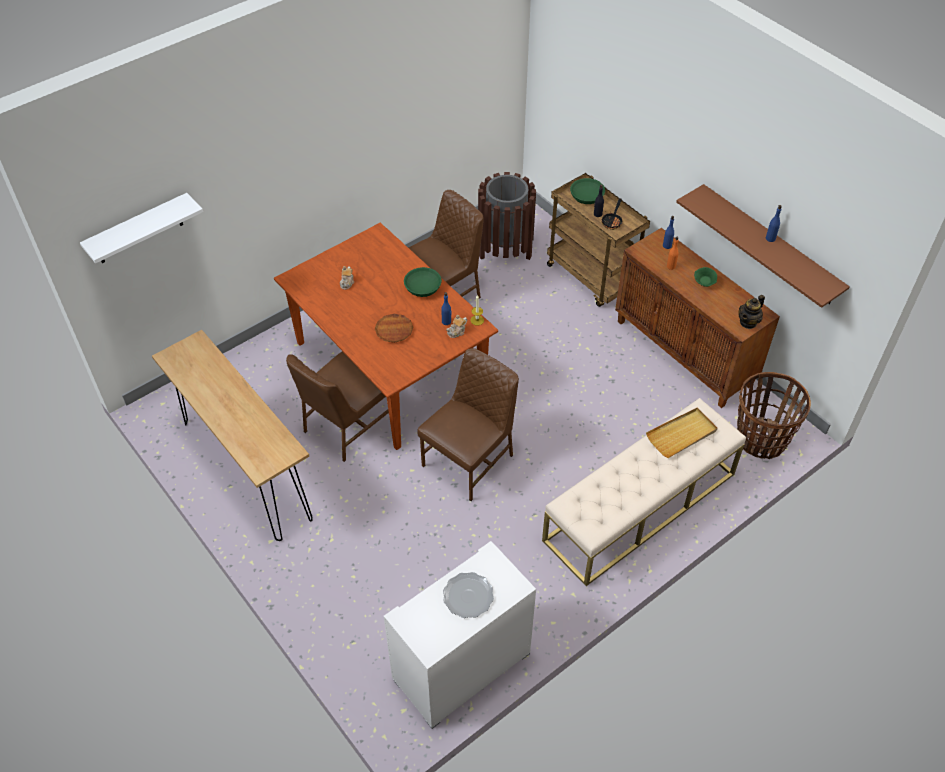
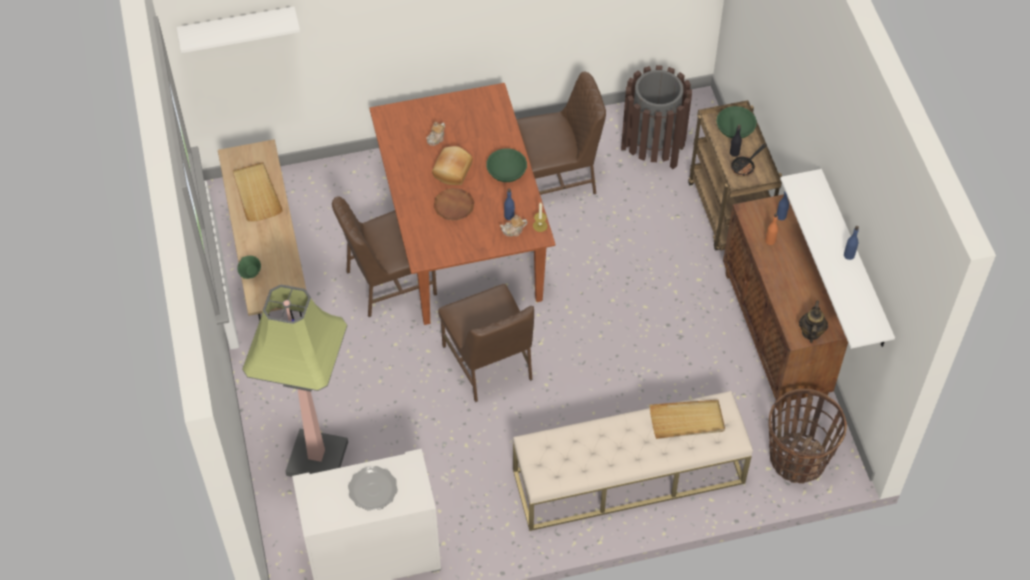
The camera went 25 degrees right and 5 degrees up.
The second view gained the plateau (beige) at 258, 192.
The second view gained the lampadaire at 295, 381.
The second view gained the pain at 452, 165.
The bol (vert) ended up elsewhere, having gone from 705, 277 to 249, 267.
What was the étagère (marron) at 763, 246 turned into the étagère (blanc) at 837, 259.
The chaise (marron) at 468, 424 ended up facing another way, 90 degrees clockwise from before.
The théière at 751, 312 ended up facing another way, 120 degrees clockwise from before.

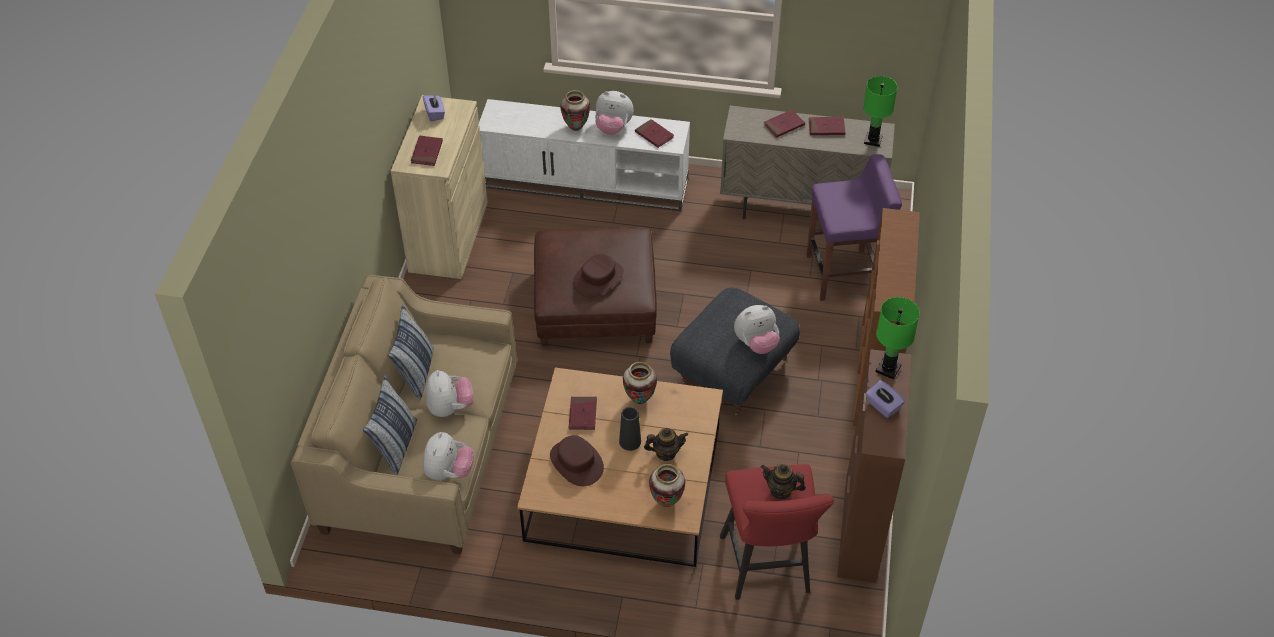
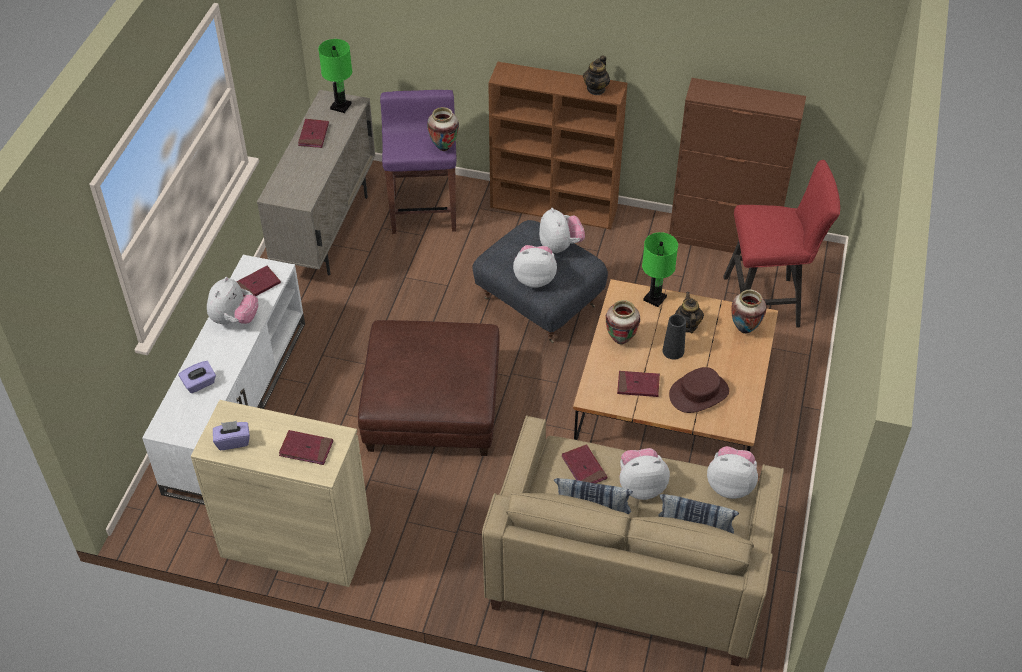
The camera went 85 degrees left and 0 degrees up.
The second view lost the chapeau (marron) at 598, 275.
The second view gained the peluche at 535, 266.
The vase ended up elsewhere, having gone from 575, 110 to 443, 129.
The théière ended up elsewhere, having gone from 783, 481 to 596, 75.
The livre (rouge) ended up elsewhere, having gone from 784, 124 to 584, 463.
The boîte à mouchoirs (violet) ended up elsewhere, having gone from 885, 399 to 197, 377.
The lampe de table (vert) ended up elsewhere, having gone from 898, 338 to 660, 269.

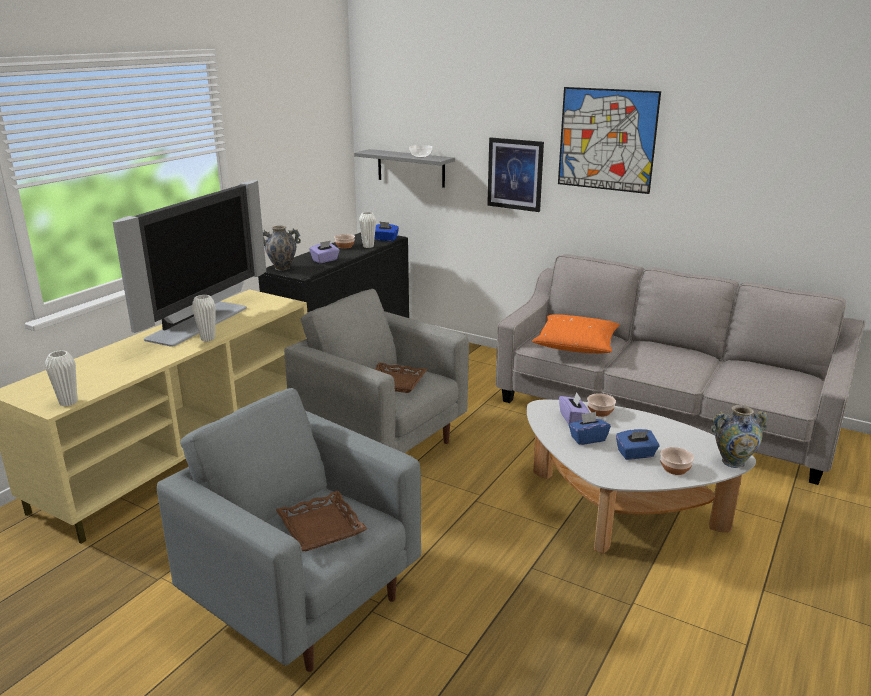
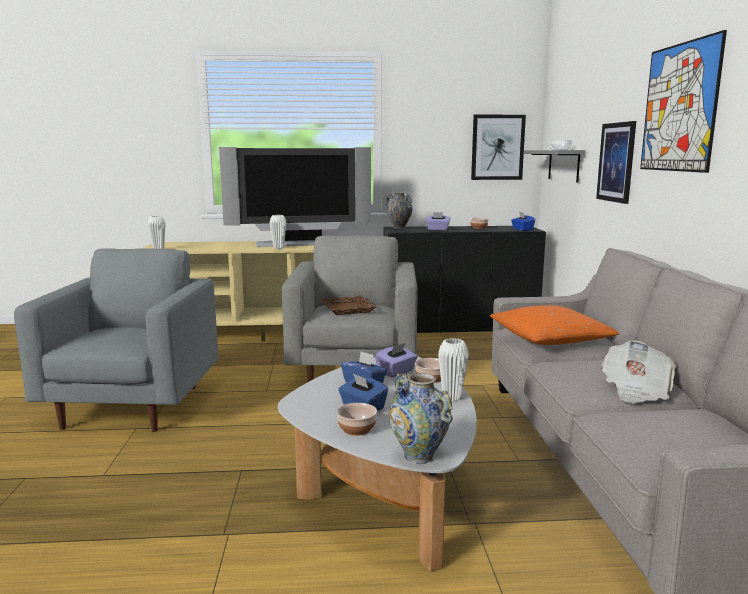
The camera went 55 degrees right and 10 degrees down.
The second view lost the plateau (marron) at 321, 521.
The second view gained the tableau at 498, 147.
The second view gained the journal at 638, 371.
The vase (blanc) ended up elsewhere, having gone from 367, 230 to 453, 369.

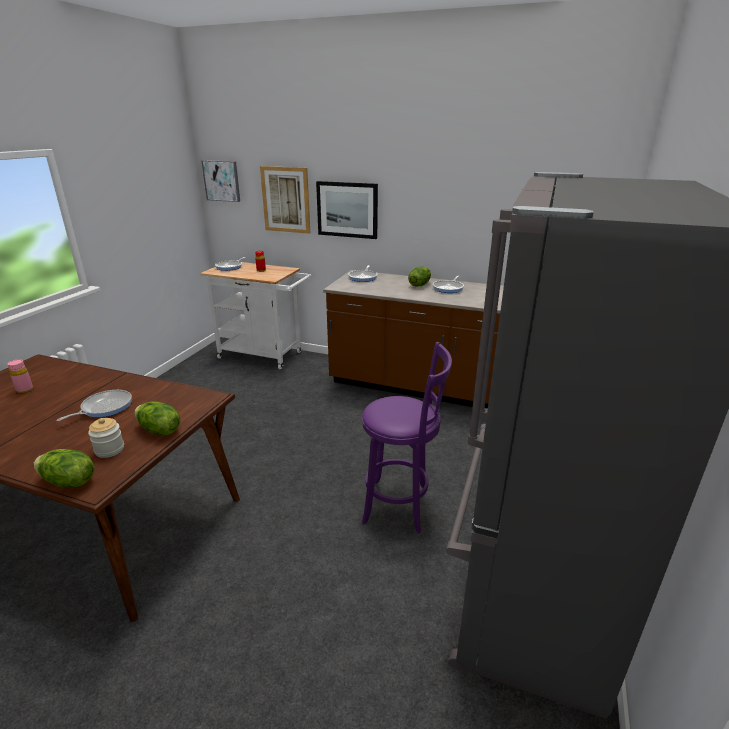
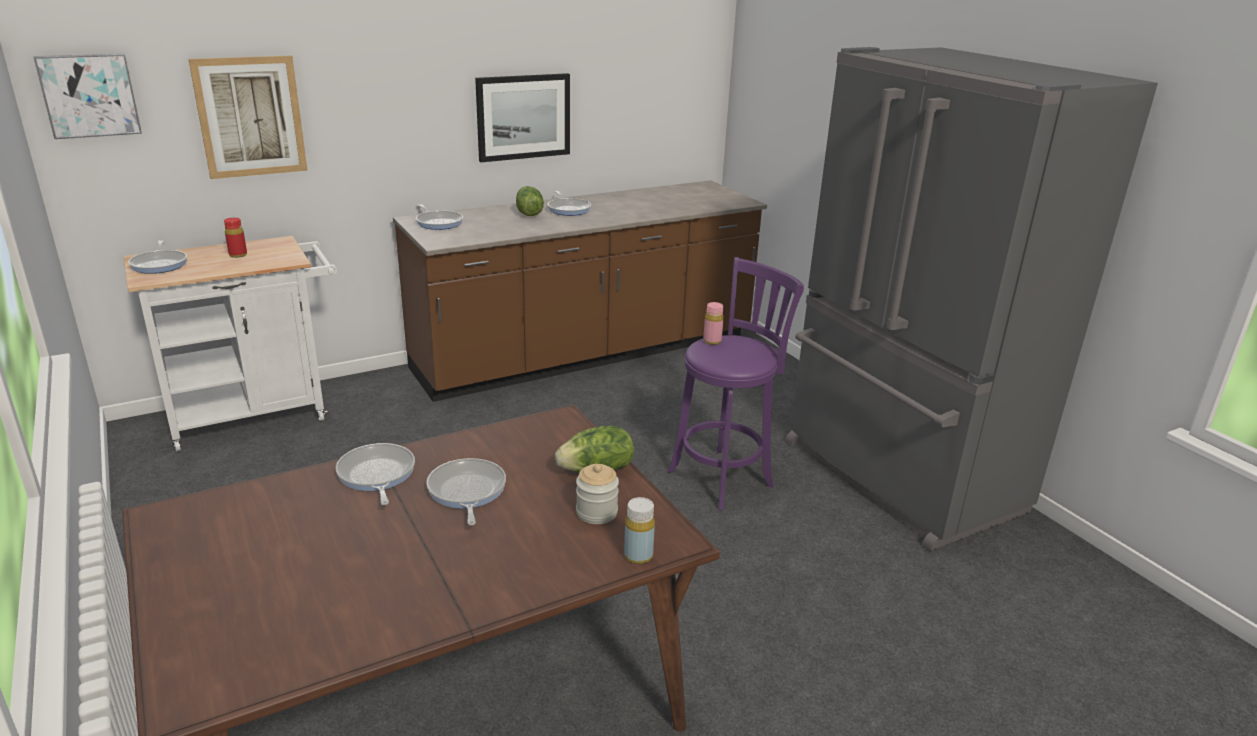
The camera went 50 degrees left and 0 degrees up.
The second view gained the poêle at 375, 474.
The bouteille (rose) ended up elsewhere, having gone from 20, 376 to 713, 323.
The tableau ended up elsewhere, having gone from 347, 210 to 522, 117.
Where the laitue stood at 64, 468, the bouteille (jaune) came to stand at 639, 530.

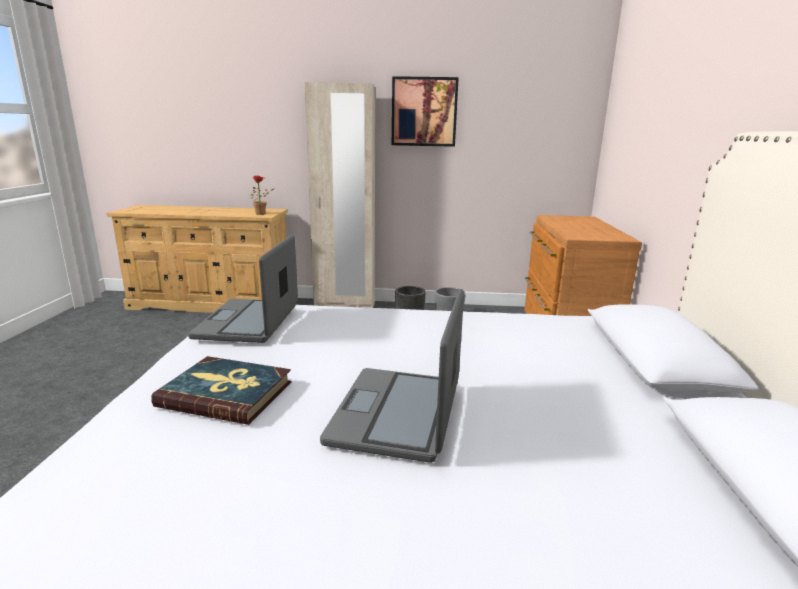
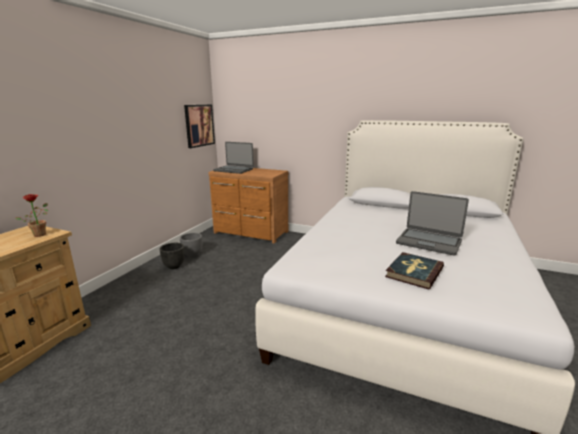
The camera went 70 degrees left and 0 degrees up.
The second view lost the armoire (beige) at 340, 195.
The ordinateur portable ended up elsewhere, having gone from 243, 289 to 233, 158.
The tableau ended up elsewhere, having gone from 425, 111 to 199, 126.

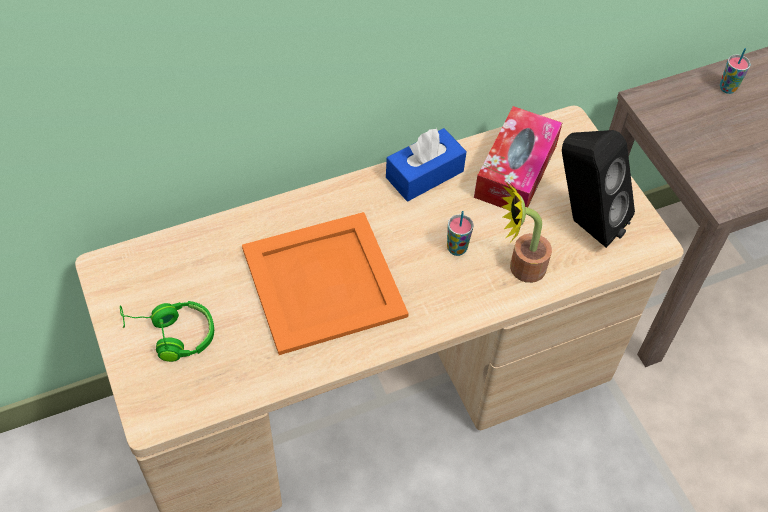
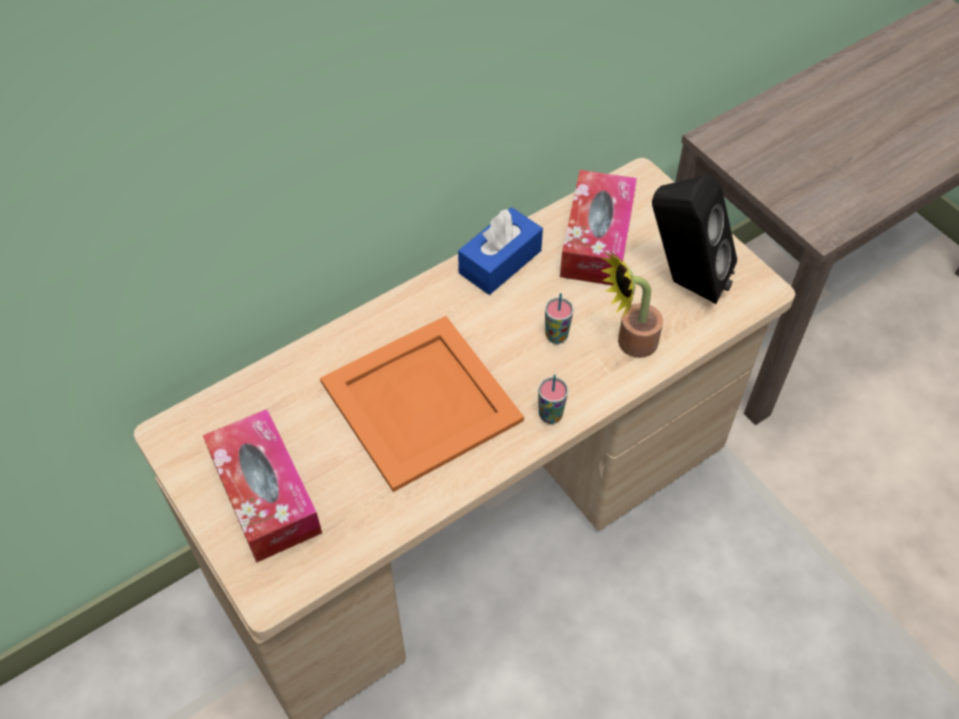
The camera went 10 degrees left and 0 degrees up.
The tasse ended up elsewhere, having gone from 735, 71 to 553, 399.
Where the casque audio (vert) stood at 167, 331, the boîte à mouchoirs came to stand at 262, 486.

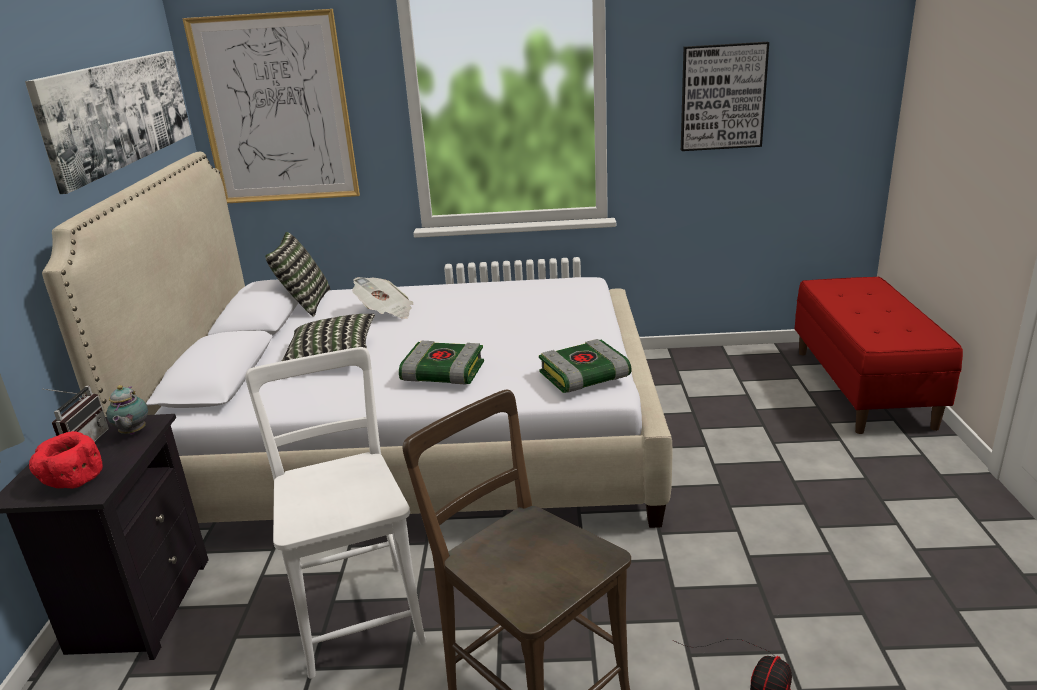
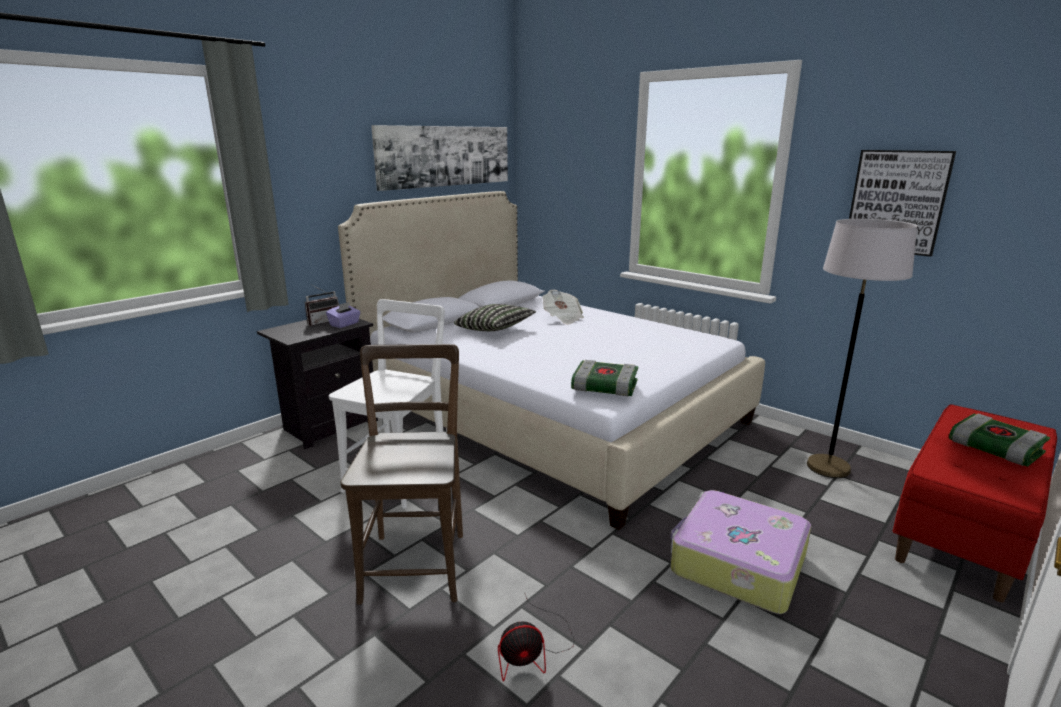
The camera went 40 degrees right and 5 degrees down.
The second view lost the bol (rouge) at 66, 460.
The second view lost the tableau at 271, 106.
The second view lost the coussin at 297, 274.
The second view gained the valise at 740, 552.
The second view gained the lampadaire (gris) at 862, 348.
The livre ended up elsewhere, having gone from 441, 363 to 999, 440.
Where the théière stood at 127, 410, the boîte à mouchoirs (violet) came to stand at 343, 315.

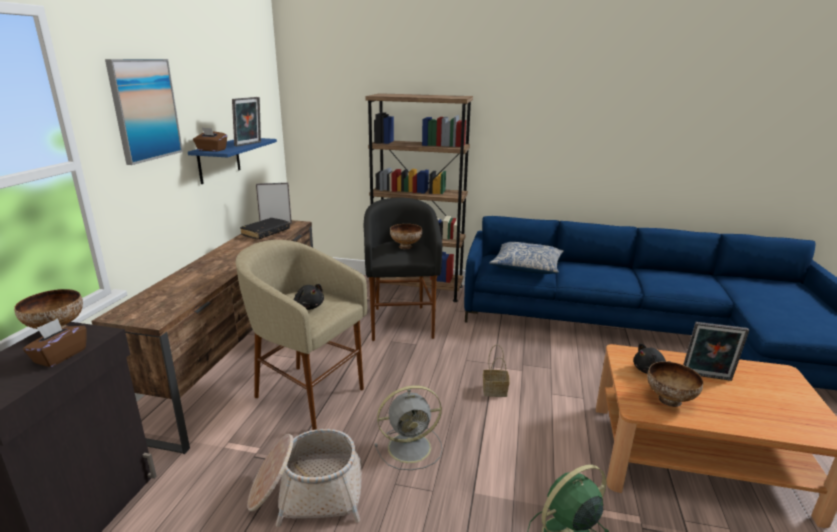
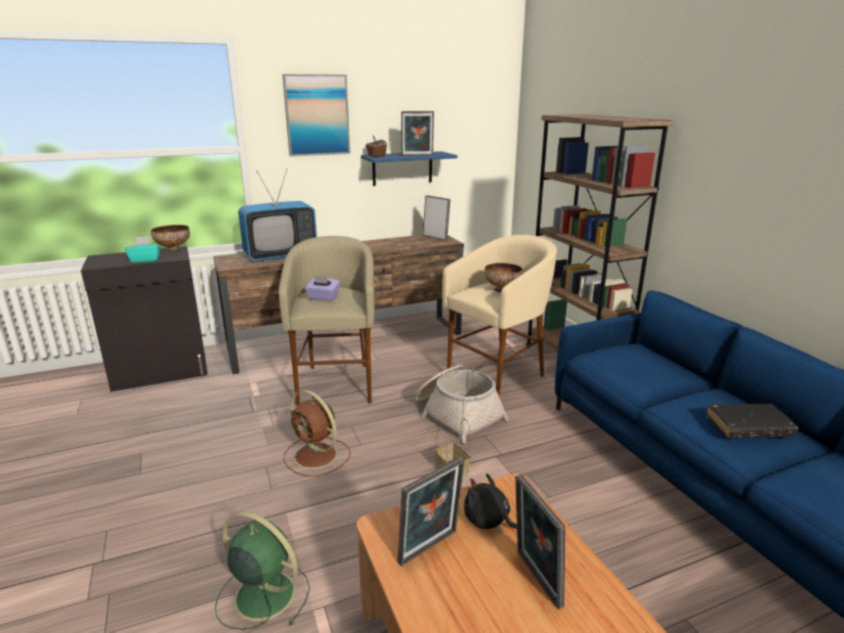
The camera went 55 degrees right and 0 degrees up.
The second view lost the coussin at 526, 258.
The second view gained the téléviseur at 277, 215.
The livre (noir) ended up elsewhere, having gone from 265, 228 to 752, 421.
The panier ended up elsewhere, having gone from 304, 478 to 461, 404.
Where the peluche (noir) stood at 309, 297, the boîte à mouchoirs (violet) came to stand at 322, 288.
Where the bol stood at 675, 384, the cadre photo came to stand at 431, 511.
What was the boîte à mouchoirs (marron) at 54, 343 turned into the boîte à mouchoirs (turquoise) at 143, 249.
What was the tabouret (noir) at 403, 269 turned into the tabouret (beige) at 499, 315.
What was the ventilateur (gris) at 408, 427 turned into the ventilateur (marron) at 317, 433.

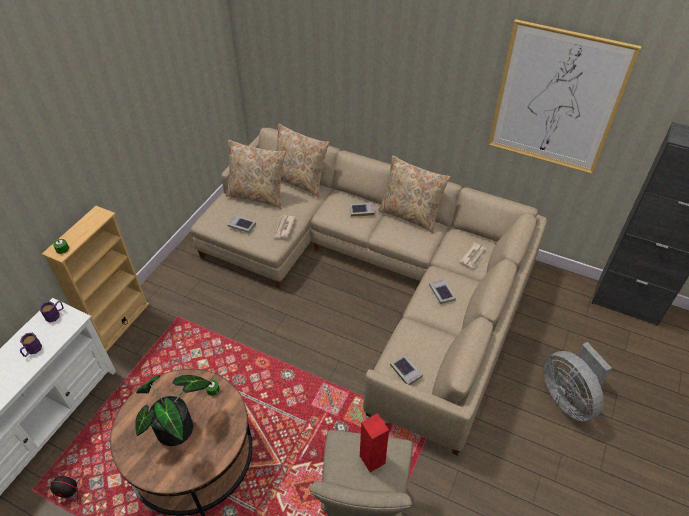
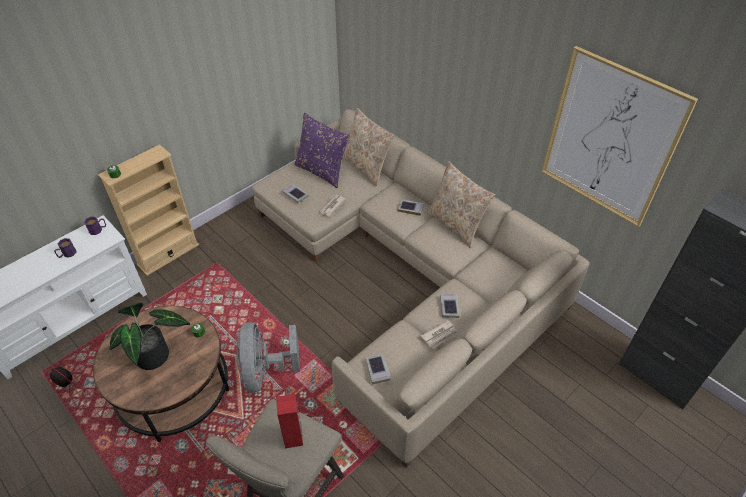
The camera went 20 degrees right and 0 degrees up.
The journal ended up elsewhere, having gone from 473, 255 to 439, 334.
The ventilateur (gris) ended up elsewhere, having gone from 577, 381 to 268, 357.
What was the coussin (beige) at 256, 174 turned into the coussin (violet) at 322, 150.

